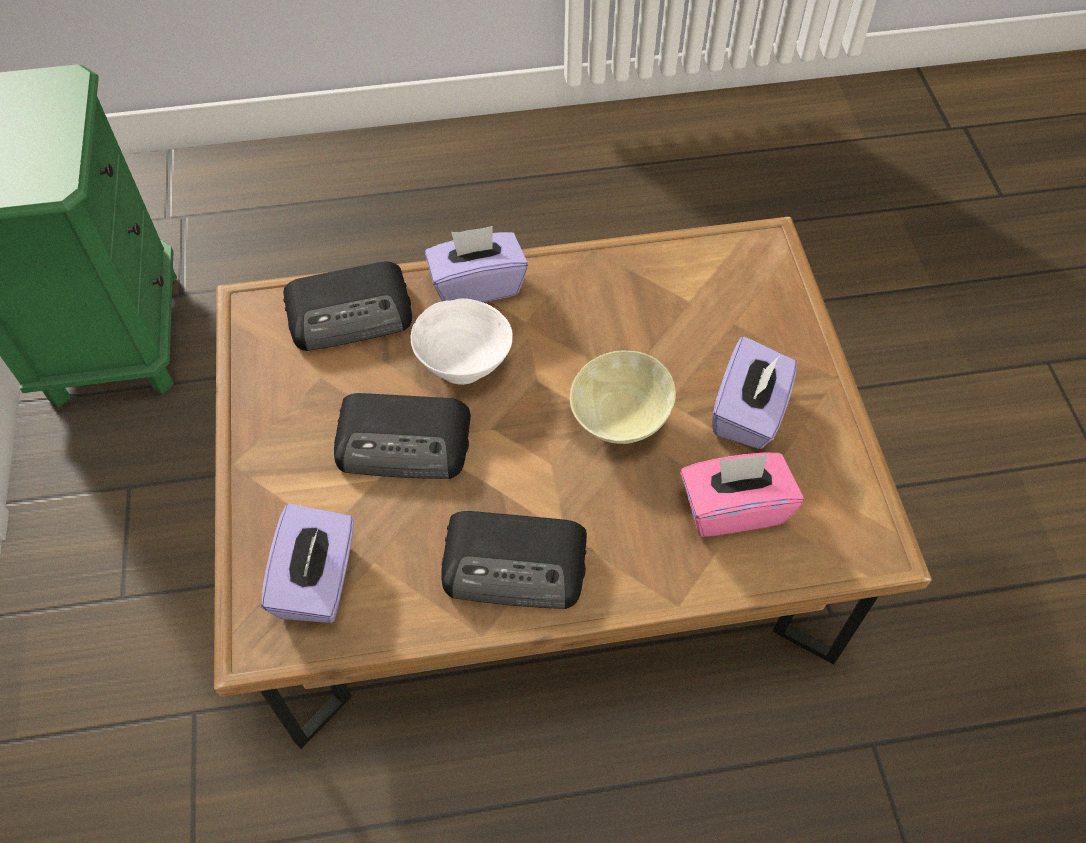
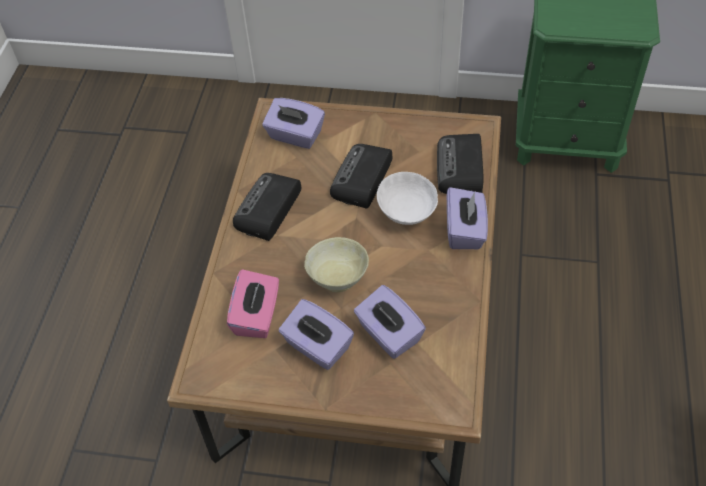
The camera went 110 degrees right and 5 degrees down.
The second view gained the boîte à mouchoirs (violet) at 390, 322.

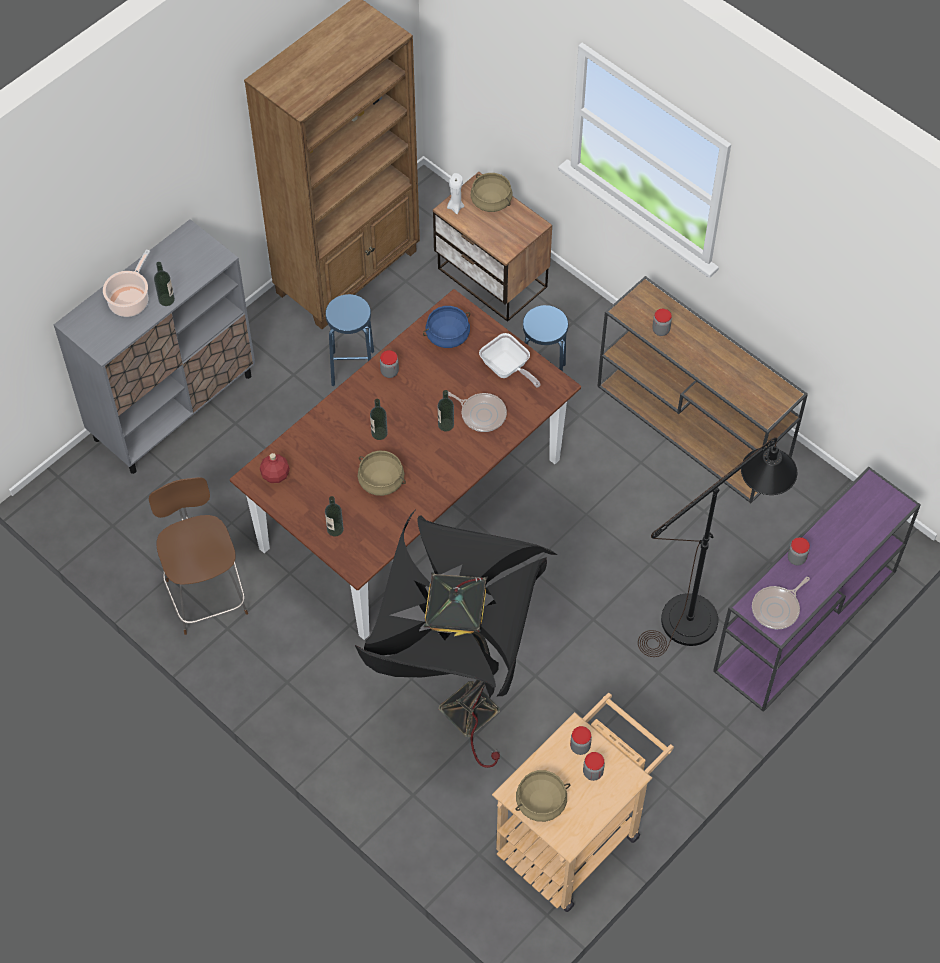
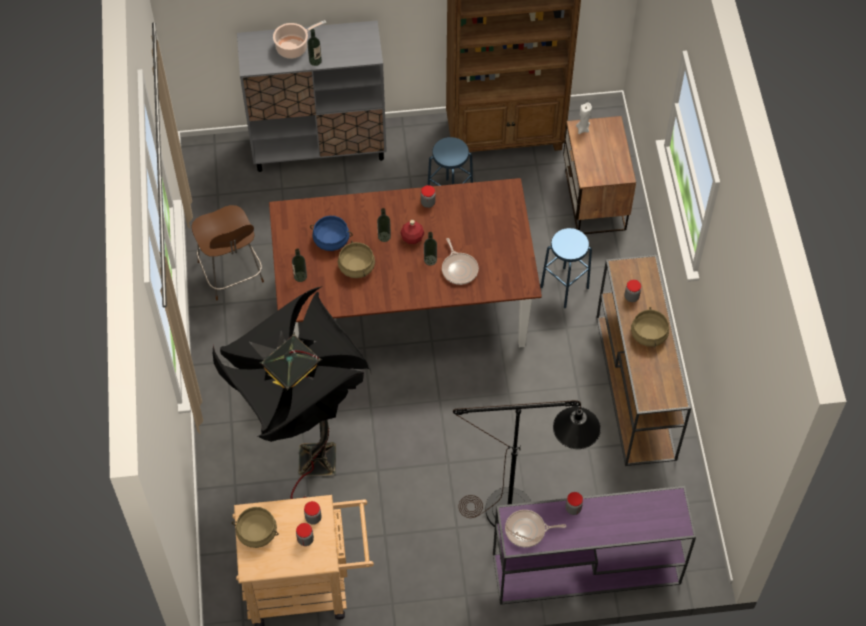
The camera went 40 degrees right and 0 degrees up.
The second view lost the poêle at 509, 360.
The bouteille (rouge) ended up elsewhere, having gone from 275, 468 to 412, 232.
The marmite (bleu) ended up elsewhere, having gone from 446, 327 to 331, 233.
The marmite (beige) ended up elsewhere, having gone from 491, 192 to 650, 327.
The chaise (marron) at 198, 556 ended up facing another way, 135 degrees clockwise from before.

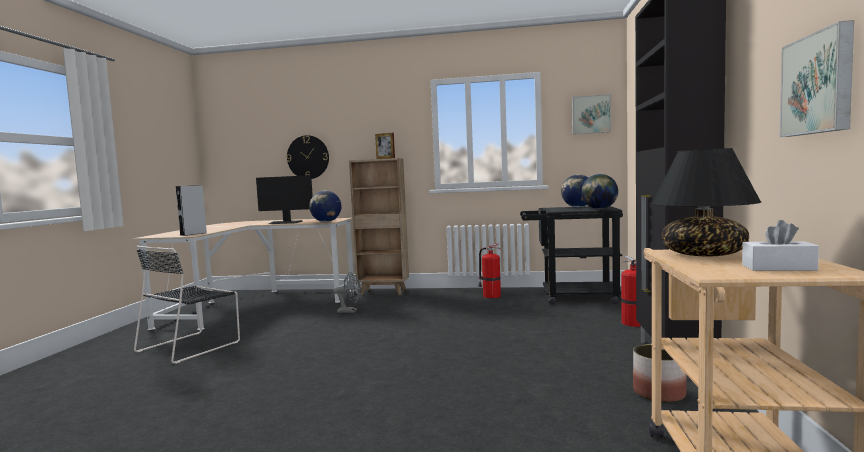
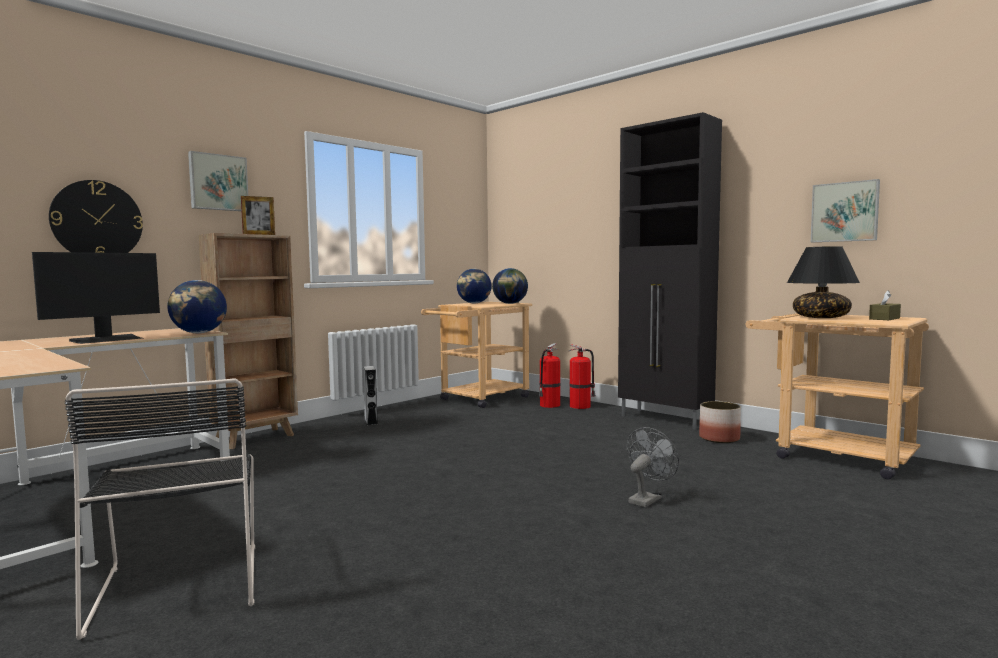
The camera went 55 degrees left and 0 degrees up.
The enceinte (gris) ended up elsewhere, having gone from 191, 210 to 370, 395.
The ventilateur (gris) ended up elsewhere, having gone from 347, 292 to 653, 467.
The extincteur ended up elsewhere, having gone from 489, 271 to 549, 375.
The tableau ended up elsewhere, having gone from 591, 114 to 218, 181.
What was the chariot (noir) at 571, 255 turned into the chariot (beige) at 476, 355.
What was the boîte à mouchoirs (blanc) at 780, 245 turned into the boîte à mouchoirs (marron) at 885, 305.

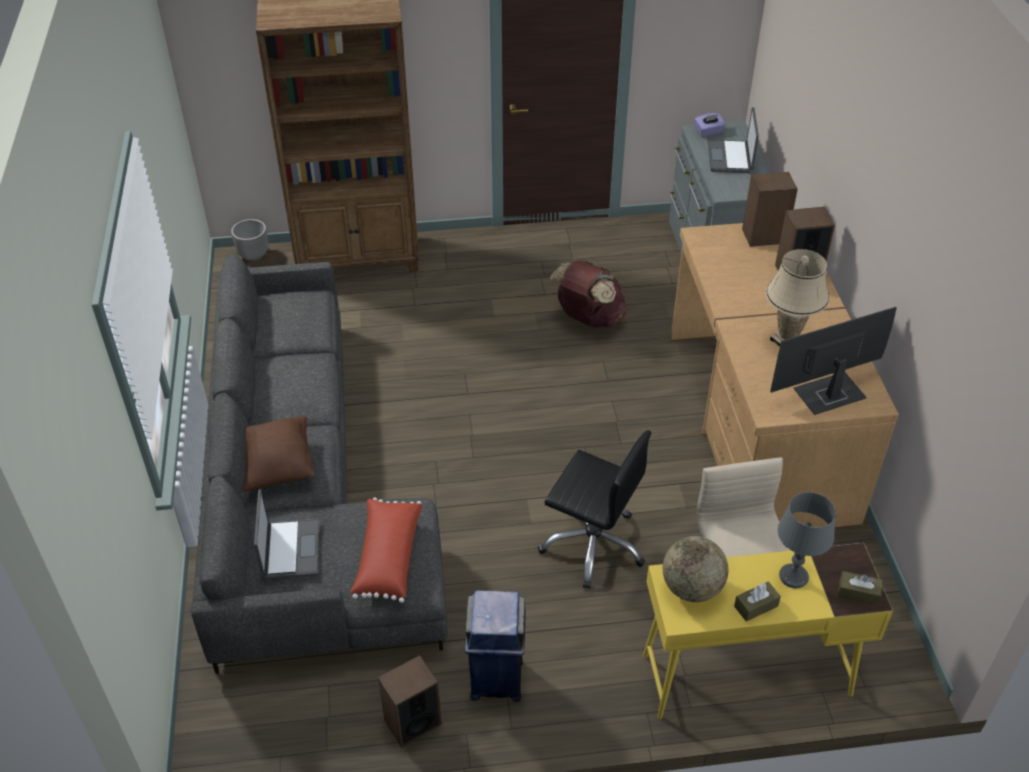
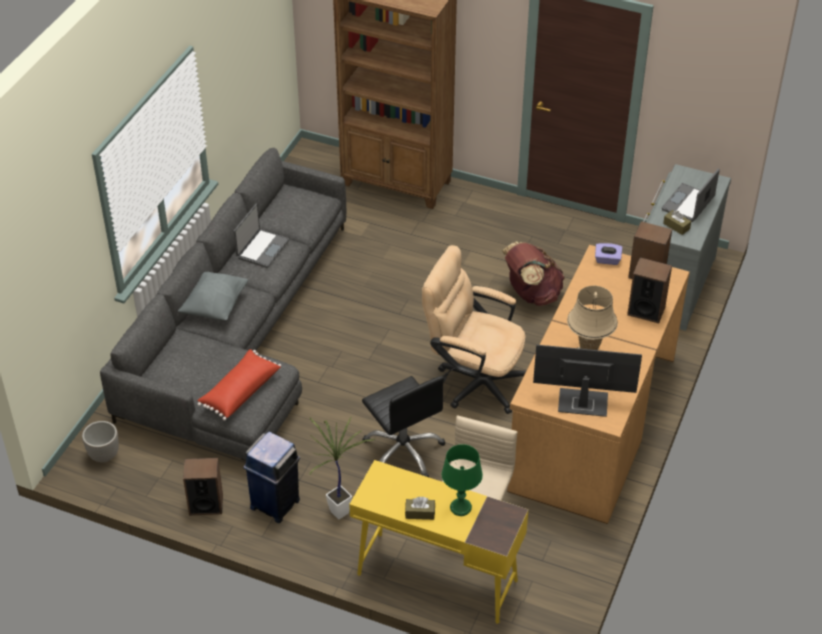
The camera went 30 degrees right and 0 degrees up.
The second view lost the globe at 695, 569.
The second view gained the plante en pot at 342, 468.
The second view gained the chaise de bureau (beige) at 474, 329.
The cache-pot ended up elsewhere, having gone from 249, 240 to 100, 441.
The ordinateur portable ended up elsewhere, having gone from 287, 534 to 261, 236.
The boîte à mouchoirs (violet) ended up elsewhere, having gone from 710, 125 to 608, 254.
The boîte à mouchoirs (marron) ended up elsewhere, having gone from 860, 588 to 677, 222.
What was the coussin (marron) at 278, 453 turned into the coussin (gris) at 213, 296.
What was the lampe de table (gris) at 806, 540 turned into the lampe de table (vert) at 462, 480.

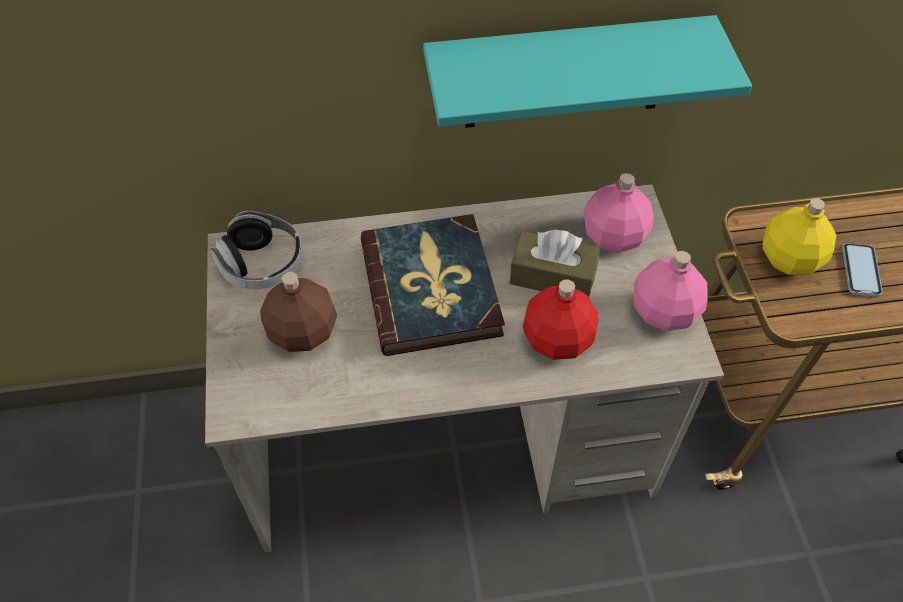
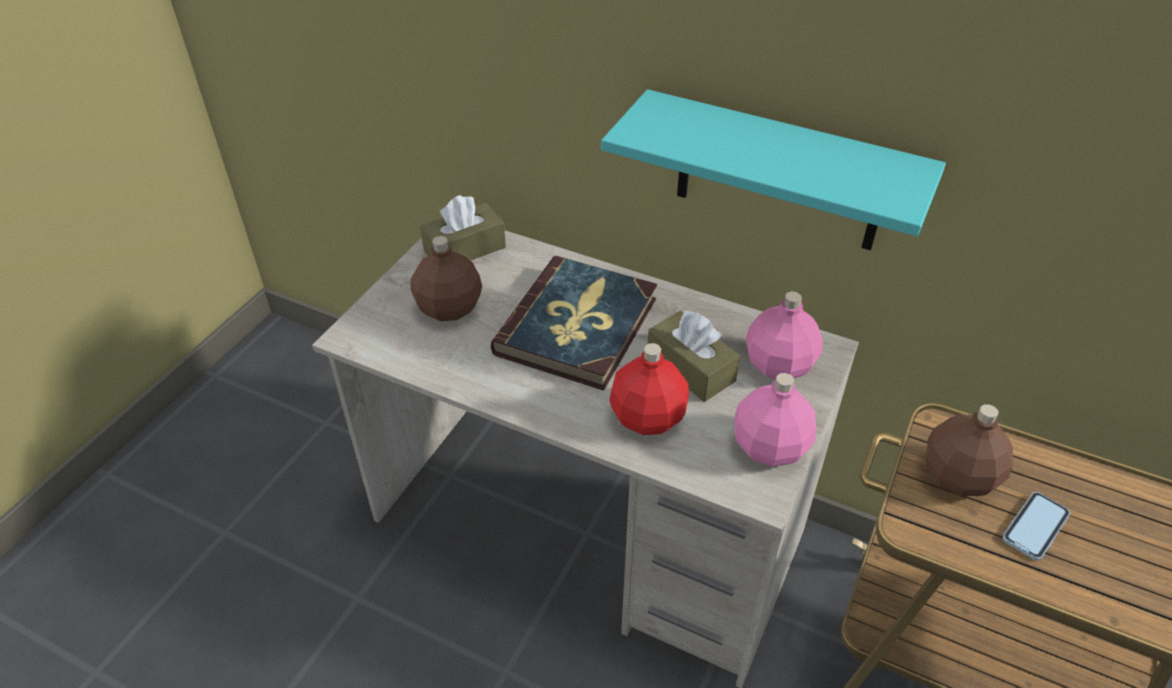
The camera went 35 degrees right and 10 degrees down.
Where the casque audio stood at 256, 250, the boîte à mouchoirs (marron) came to stand at 463, 228.
What was the bouteille (jaune) at 799, 236 turned into the bouteille (marron) at 969, 450.

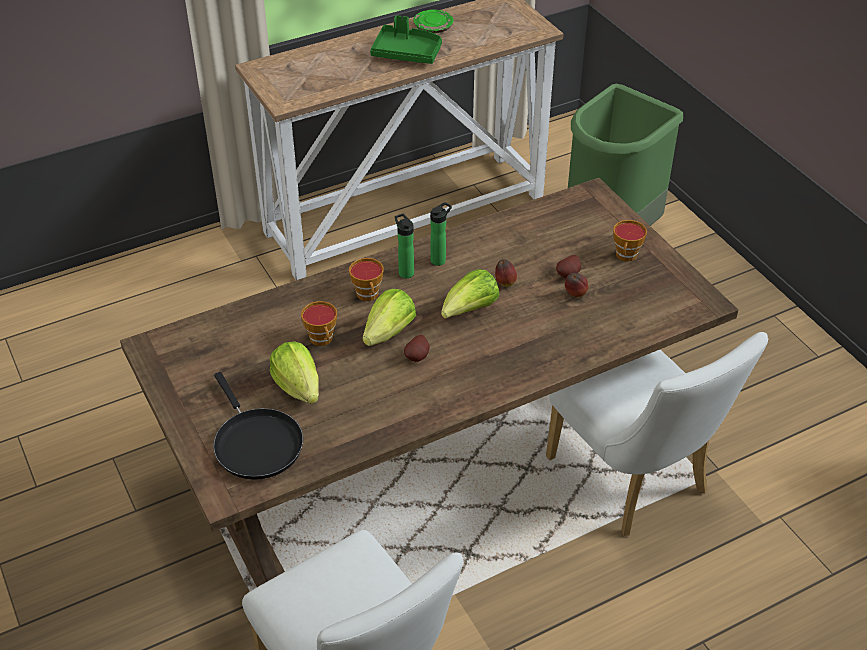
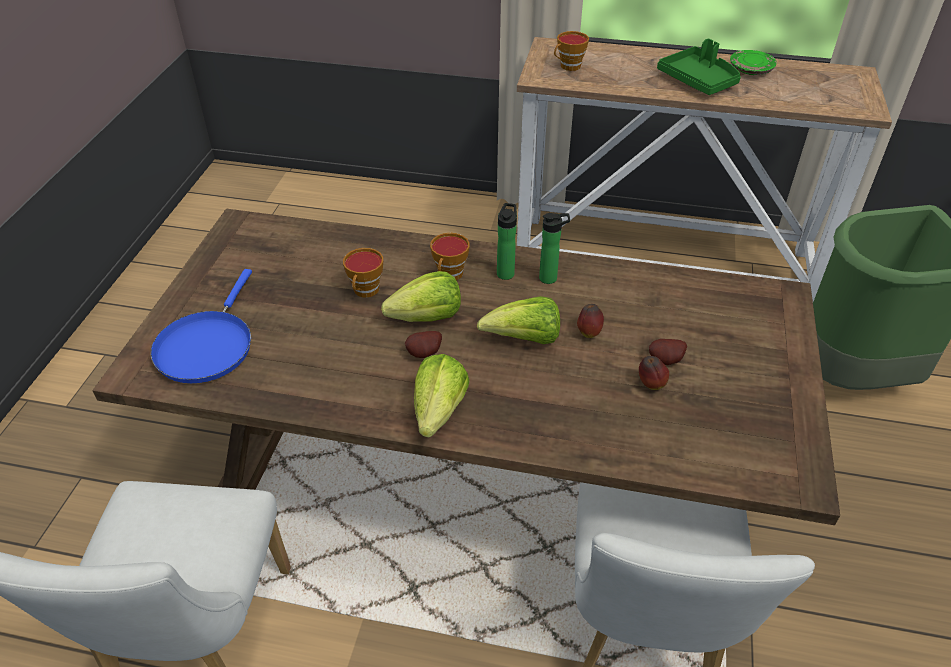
The camera went 40 degrees right and 0 degrees up.
The laitue ended up elsewhere, having gone from 294, 372 to 441, 396.
The tasse ended up elsewhere, having gone from 630, 241 to 571, 51.
What was the poêle (noir) at 258, 426 turned into the poêle (bleu) at 201, 326.

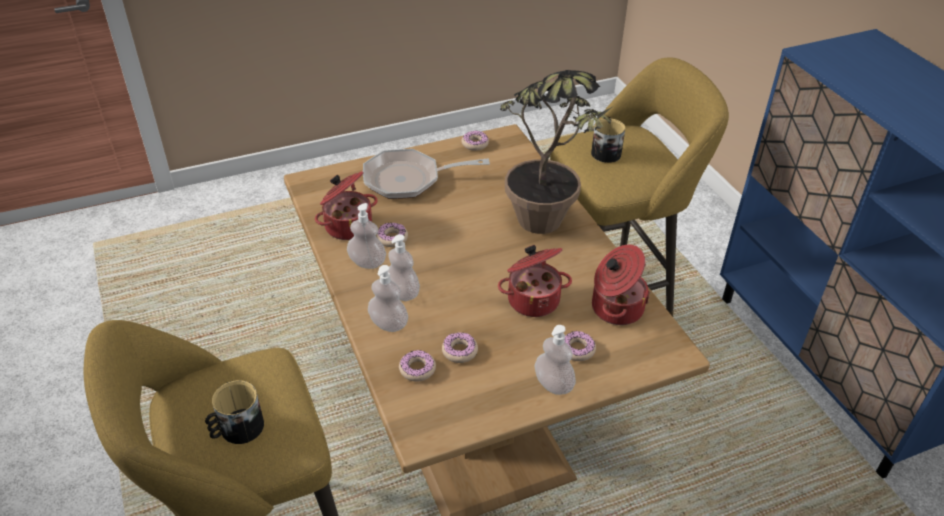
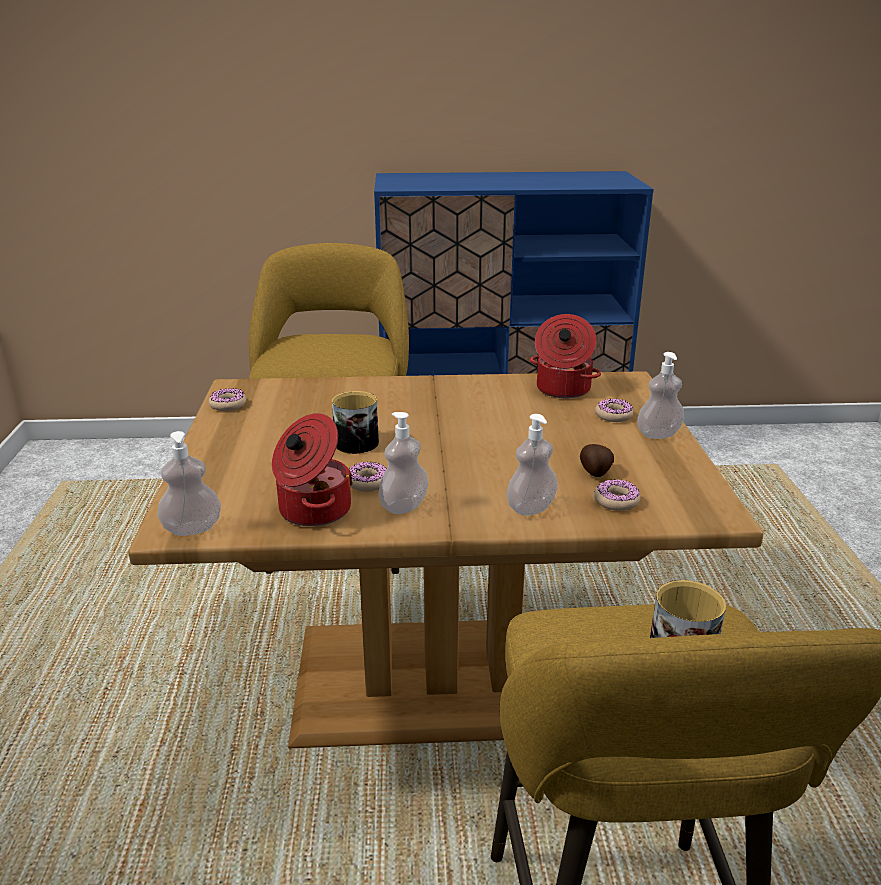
The camera went 70 degrees left and 15 degrees down.
The second view lost the poêle at 426, 174.
The second view lost the marmite at 535, 281.
The second view lost the plante en pot at 556, 152.
The distributeur de savon ended up elsewhere, having gone from 404, 267 to 189, 483.
The mug ended up elsewhere, having gone from 608, 141 to 355, 422.
Where the beignet stood at 460, 347, the pomme de terre came to stand at 597, 460.

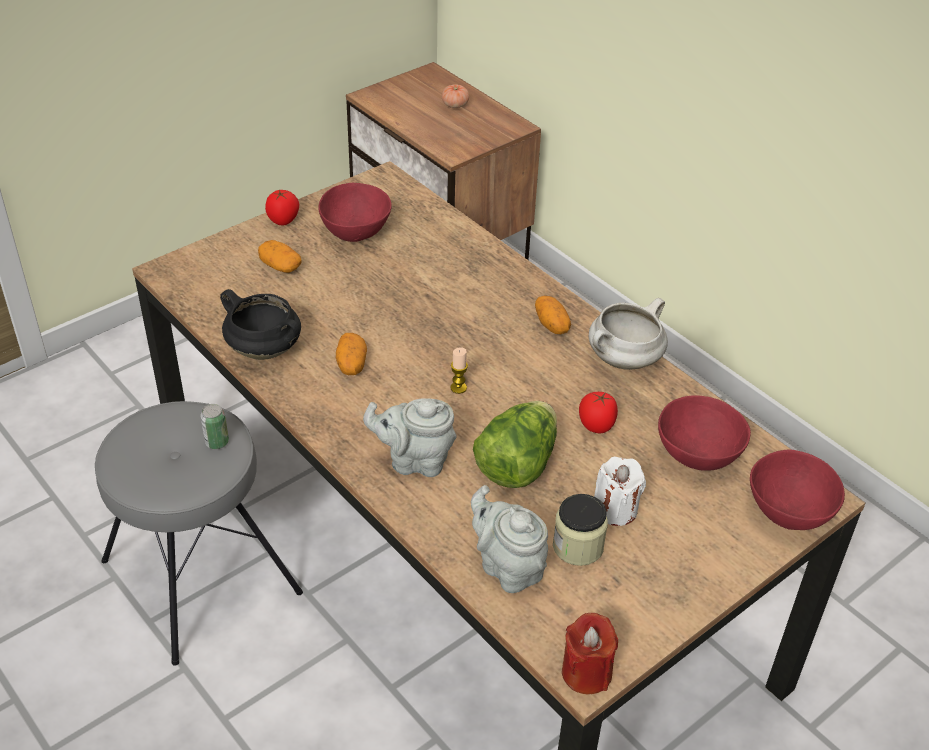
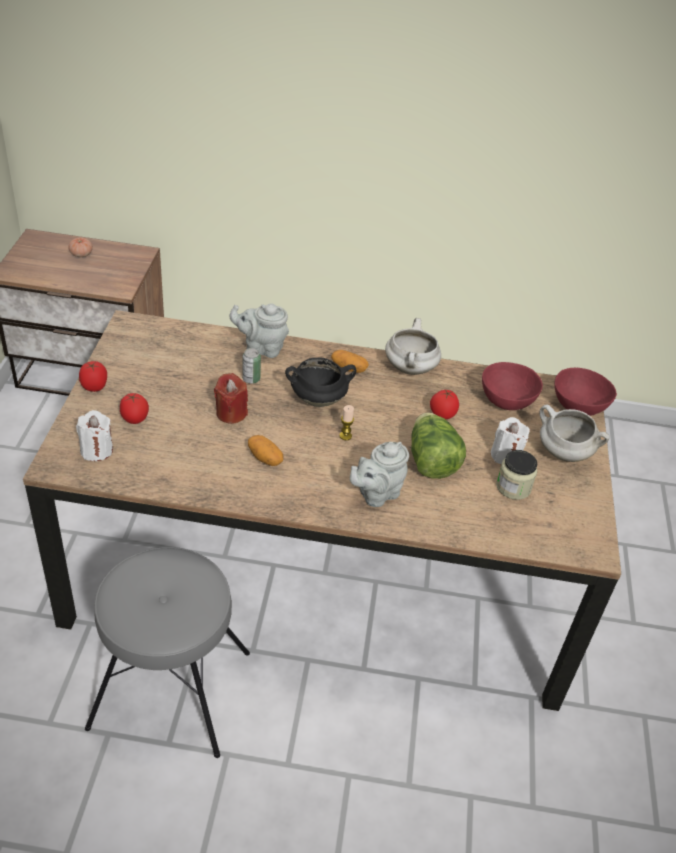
The camera went 45 degrees left and 0 degrees up.
The second view lost the bol (rouge) at 355, 212.
The second view gained the bougie (blanc) at 94, 435.
The second view gained the marmite (blanc) at 575, 433.
The boîte métallique ended up elsewhere, having gone from 214, 426 to 251, 366.
The marmite (noir) ended up elsewhere, having gone from 260, 324 to 320, 382.
The théière (gris) ended up elsewhere, having gone from 509, 539 to 259, 331.
The bougie (rouge) ended up elsewhere, having gone from 590, 653 to 231, 398.
Where the pomme de terre stood at 280, 256, the tomate came to stand at 134, 408.

